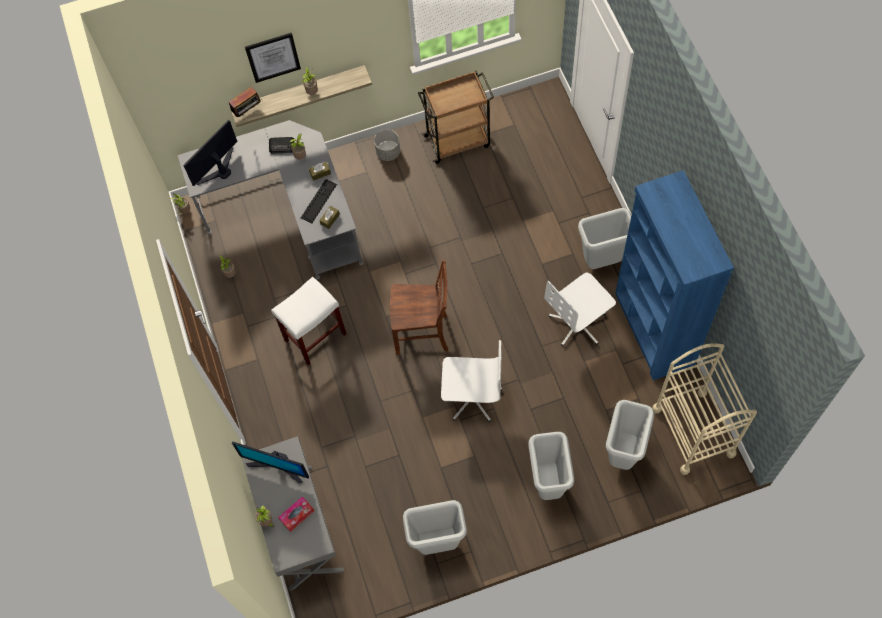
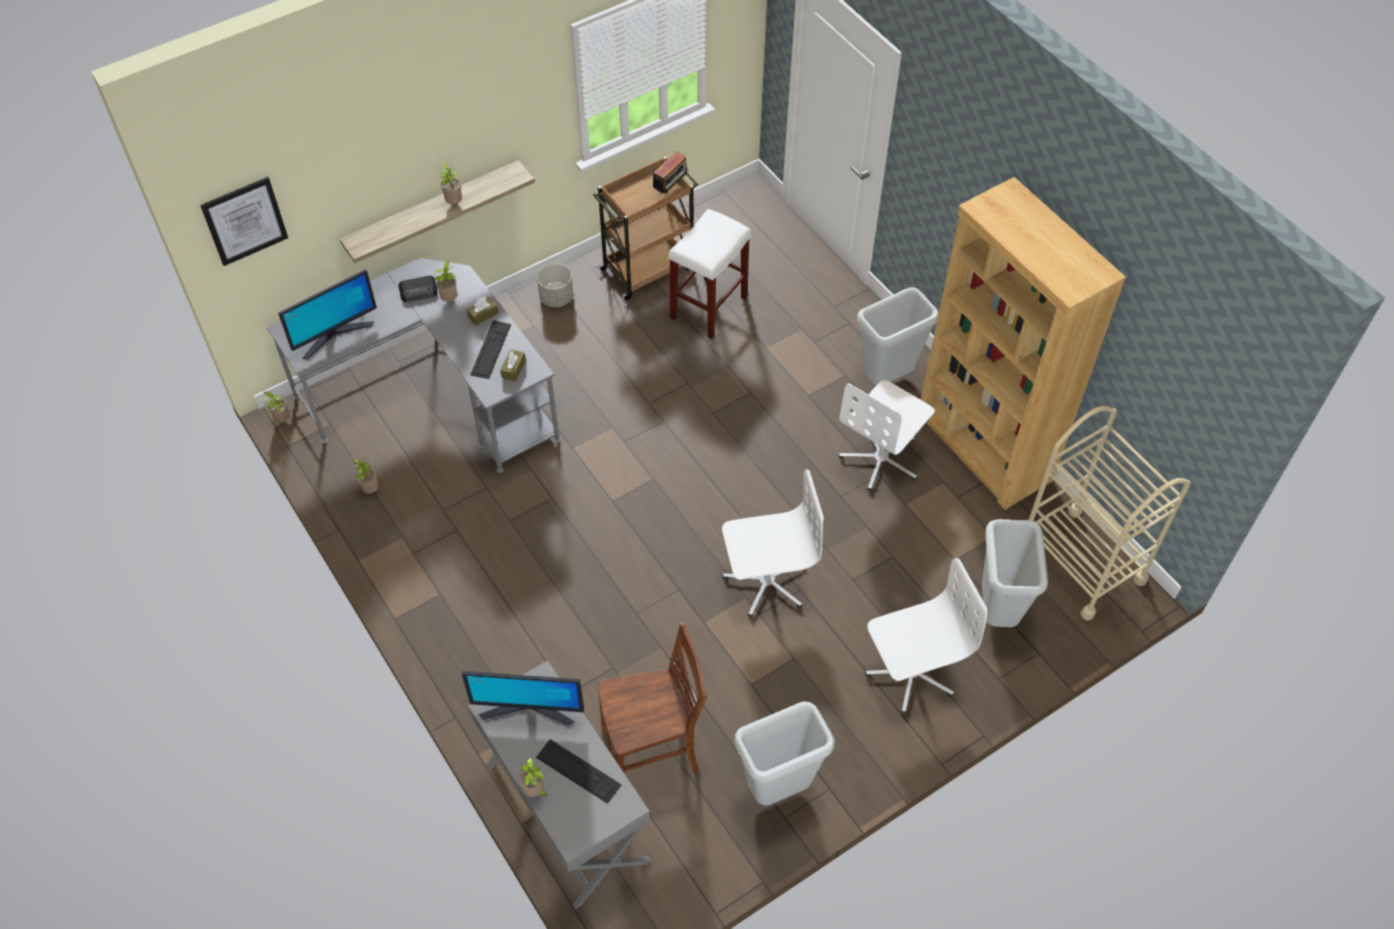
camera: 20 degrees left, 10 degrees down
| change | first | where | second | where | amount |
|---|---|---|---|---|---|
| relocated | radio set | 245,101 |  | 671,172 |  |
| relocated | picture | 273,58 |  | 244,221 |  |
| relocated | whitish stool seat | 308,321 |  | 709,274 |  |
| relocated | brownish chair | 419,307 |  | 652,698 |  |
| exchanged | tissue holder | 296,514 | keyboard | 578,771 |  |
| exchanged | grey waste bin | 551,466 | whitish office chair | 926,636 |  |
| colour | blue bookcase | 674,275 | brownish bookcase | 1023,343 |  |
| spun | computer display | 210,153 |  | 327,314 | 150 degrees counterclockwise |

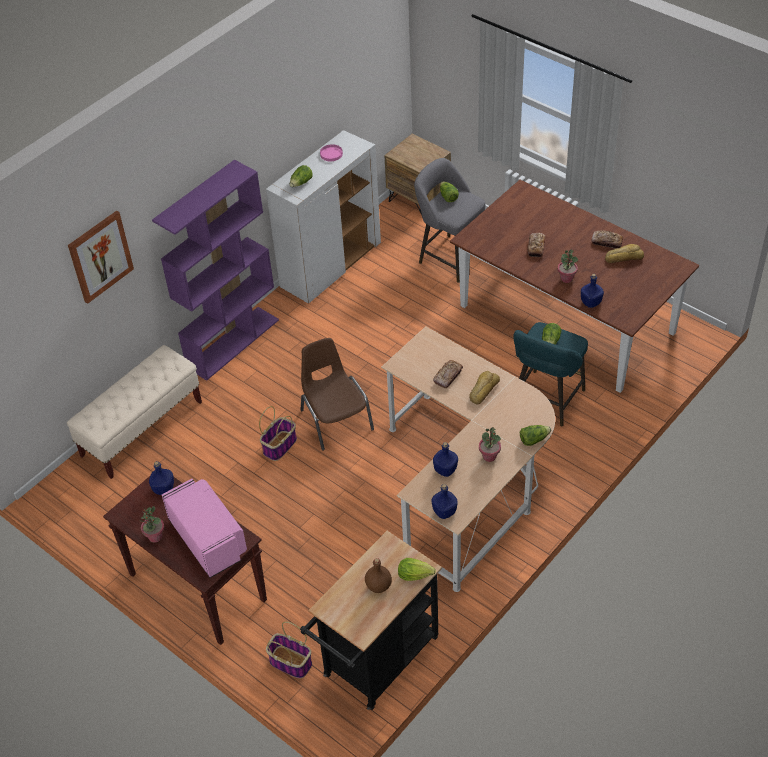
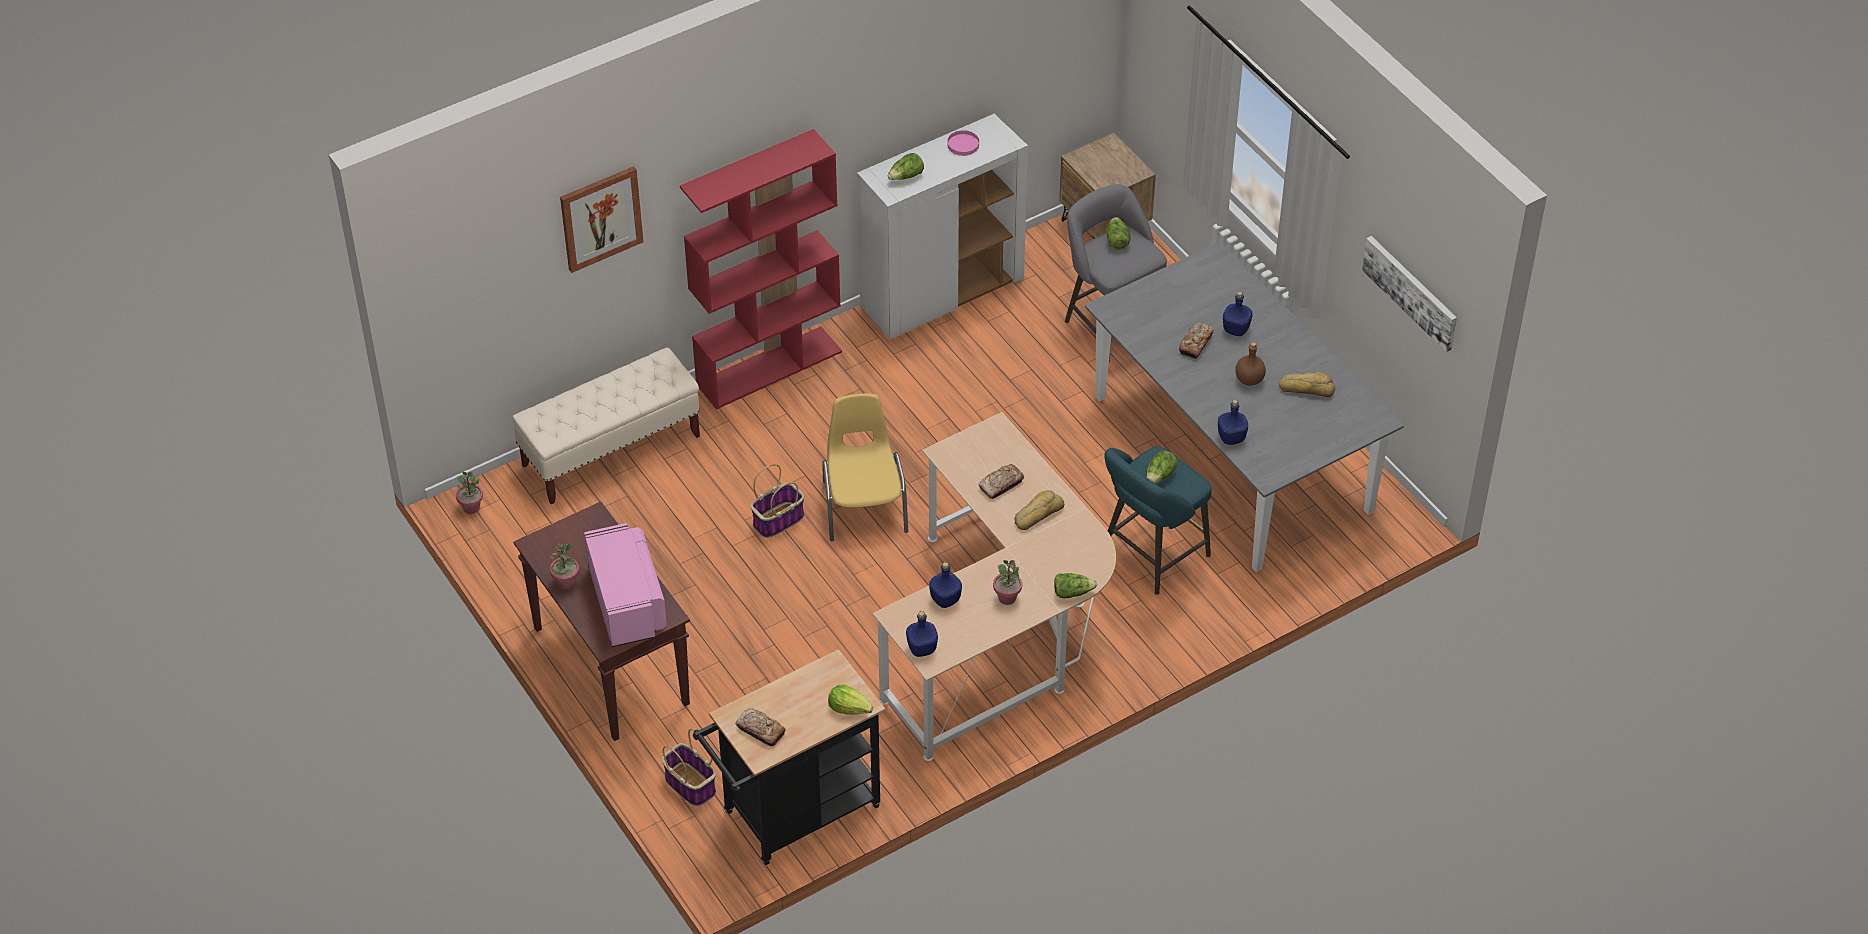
camera: 15 degrees right, 0 degrees up
| change | first | where | second | where | amount |
|---|---|---|---|---|---|
| appeared |  |  | picture | 1409,294 |  |
| relocated | blue drink bottle | 161,478 |  | 1238,313 |  |
| relocated | brownish drink bottle | 378,575 |  | 1250,364 |  |
| relocated | houseplant | 568,266 |  | 469,493 |  |
| relocated | baked bread | 607,239 |  | 761,727 |  |
| colour | purplish bookcase | 215,270 | red bookcase | 761,269 |  |
| colour | brownish chair | 337,394 | yellow-coloured chair | 865,467 |  |
| colour | brownish dining table | 574,286 | grey dining table | 1244,407 |  |

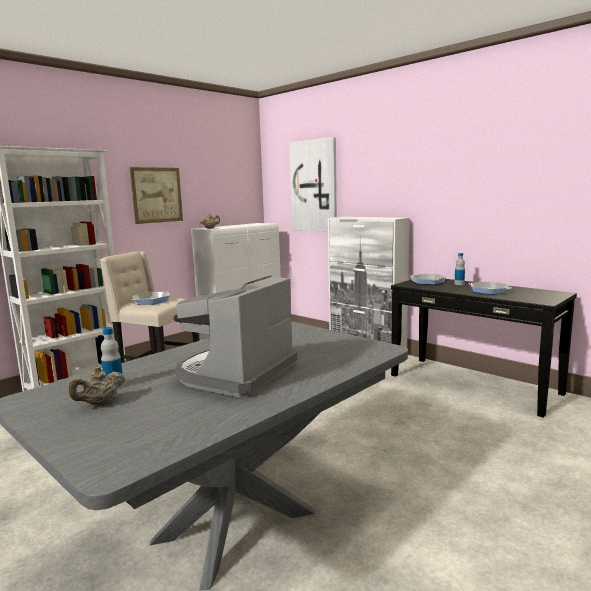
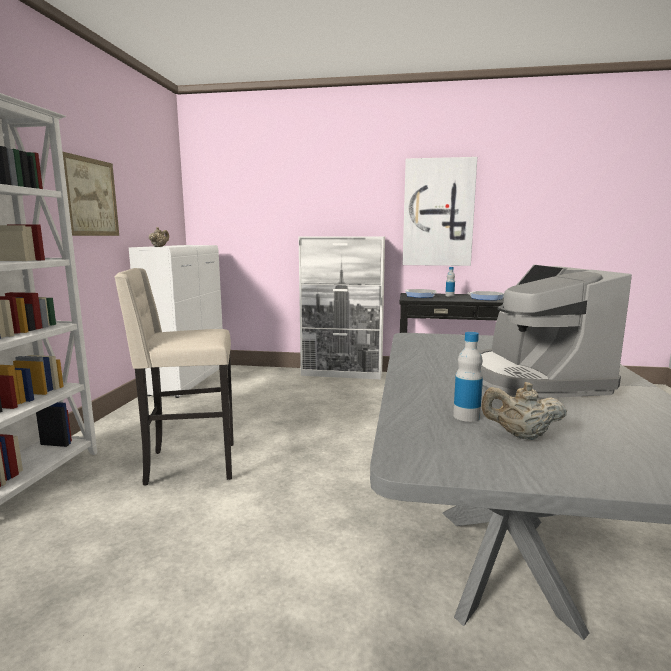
camera: 35 degrees left, 0 degrees up
| change | first | where | second | where | amount |
|---|---|---|---|---|---|
| missing | frying pan | 151,298 |  |  |  |
| relocated | picture | 313,184 |  | 439,211 |  |
| spun | sand-coloured pot for tea | 97,386 |  | 524,411 | 90 degrees clockwise |

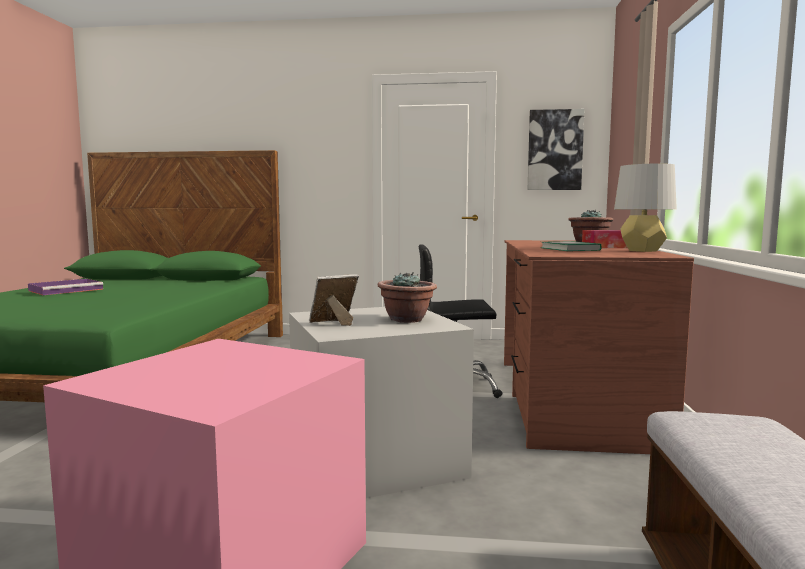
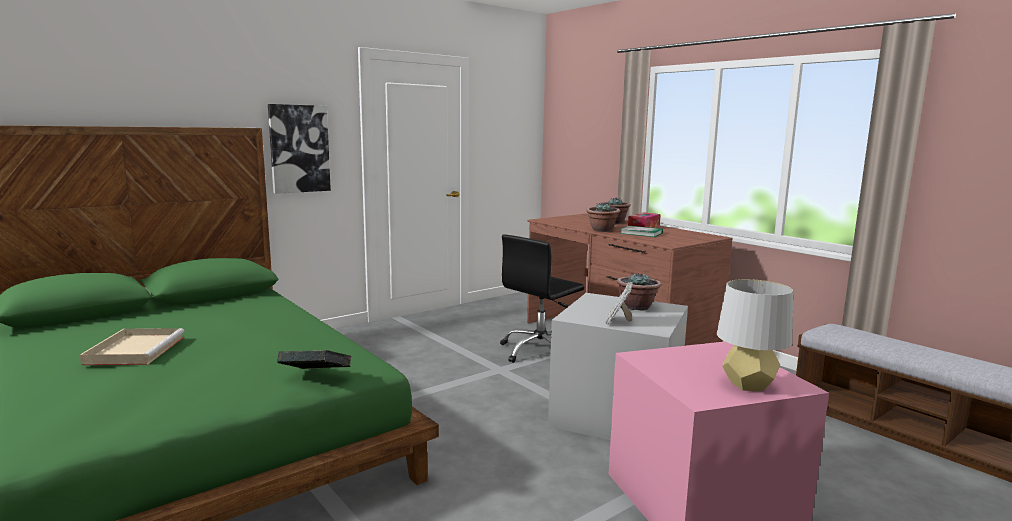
camera: 45 degrees left, 5 degrees up
| change | first | where | second | where | amount |
|---|---|---|---|---|---|
| appeared |  |  | book | 314,359 |  |
| appeared |  |  | houseplant | 603,217 |  |
| relocated | picture | 556,149 |  | 299,149 |  |
| relocated | grey tabletop lamp | 645,207 |  | 755,335 |  |
| colour | purplish carrying tray | 66,287 | sand-coloured carrying tray | 132,346 |  |

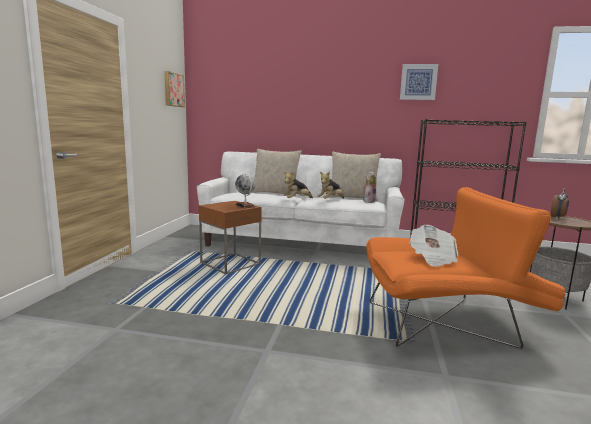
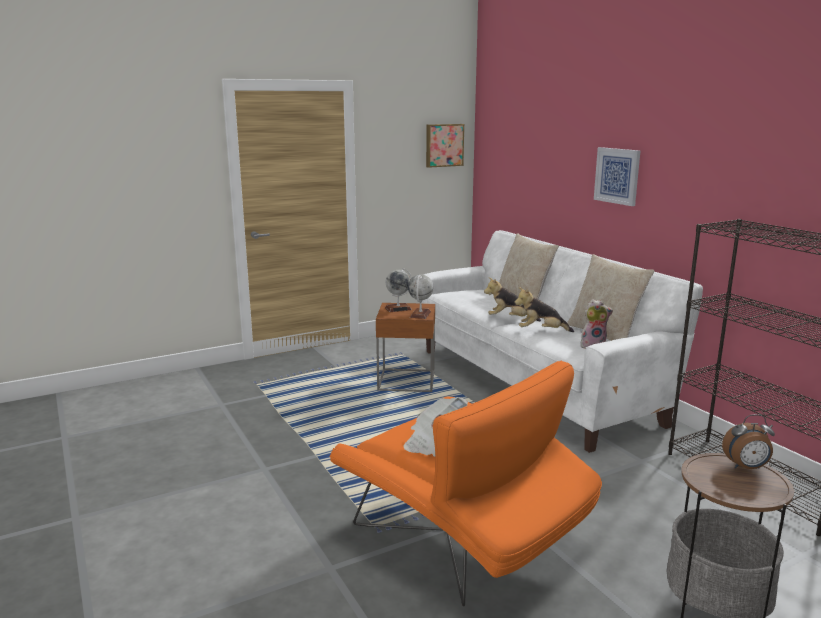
camera: 50 degrees right, 5 degrees up
| change | first | where | second | where | amount |
|---|---|---|---|---|---|
| appeared |  |  | globe | 398,290 |  |
| relocated | picture | 419,82 |  | 617,176 |  |

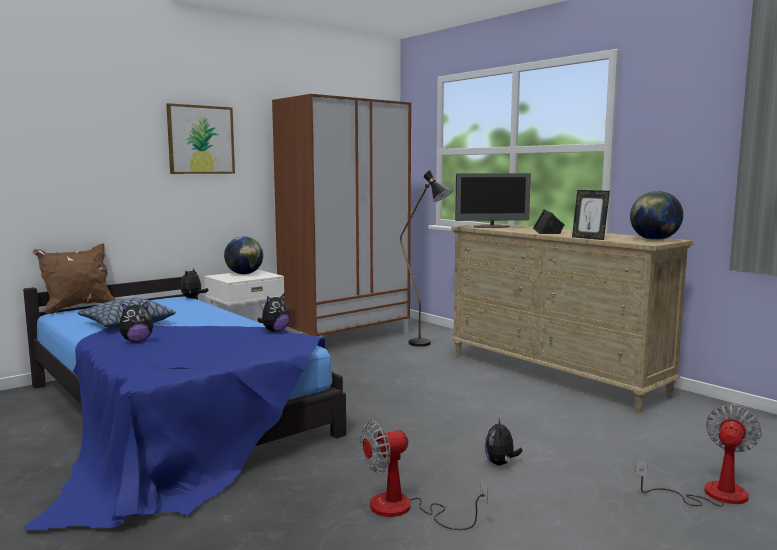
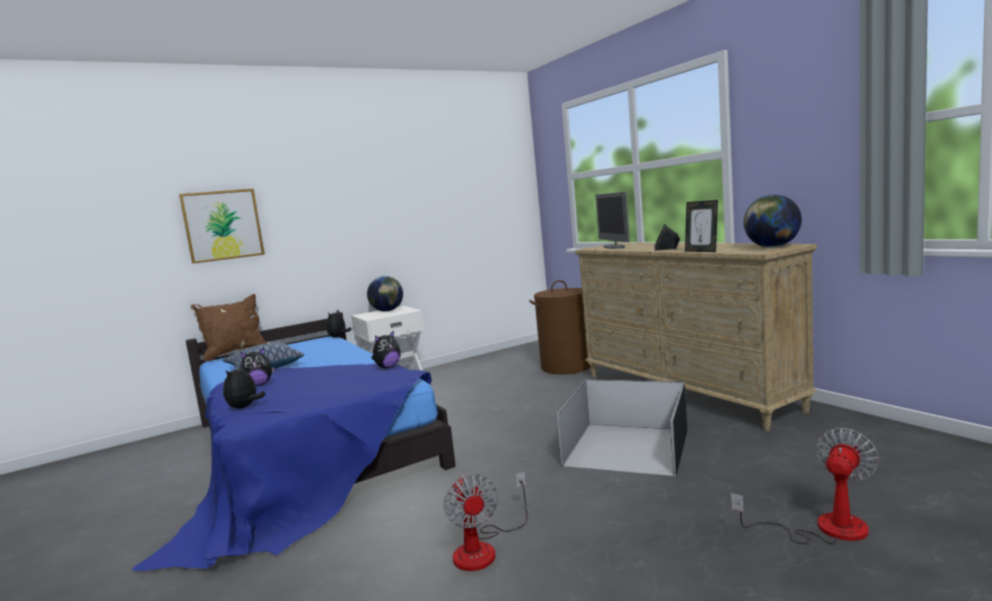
camera: 10 degrees right, 0 degrees up
| change | first | where | second | where | amount |
|---|---|---|---|---|---|
| missing | brownish clothes cupboard | 342,215 |  |  |  |
| appeared |  |  | blackish storage bin | 621,428 |  |
| relocated | picture | 200,138 |  | 222,226 |  |
| relocated | cuddly toy | 503,441 |  | 244,386 |  |
| exchanged | blackish standing lamp | 426,258 | brownish hamper | 559,327 |  |
| spun | fan | 424,475 |  | 485,521 | 90 degrees counterclockwise |
| spun | computer display | 493,200 |  | 612,220 | 75 degrees clockwise |

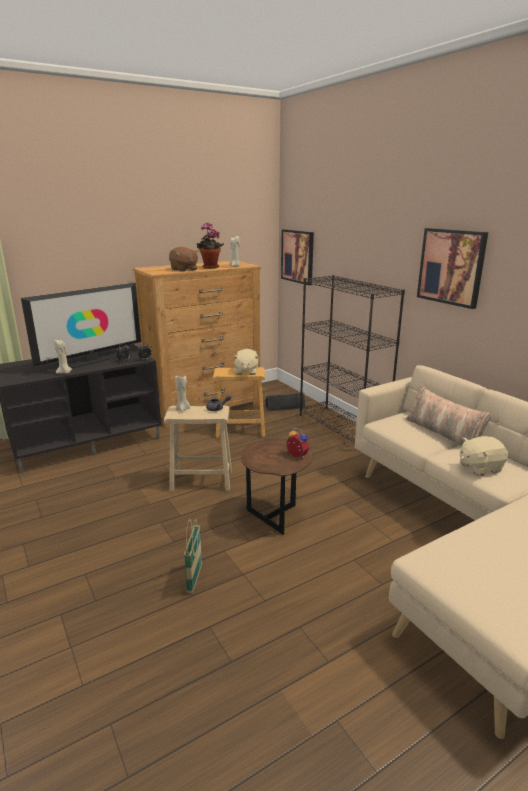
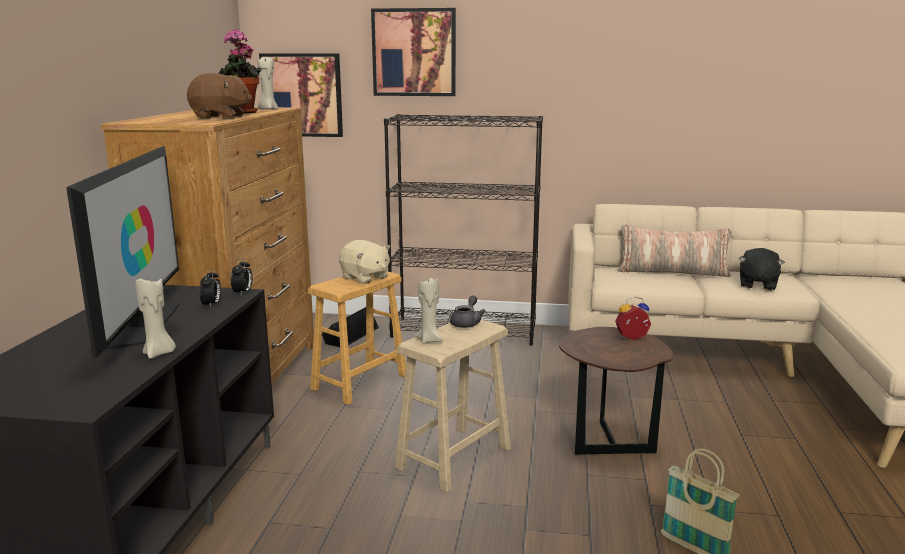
camera: 50 degrees left, 5 degrees down
| change | first | where | second | where | amount |
|---|---|---|---|---|---|
| relocated | picture | 452,268 |  | 413,52 |  |
| colour | sand-coloured cuddly toy | 484,456 | blackish cuddly toy | 762,269 |  |

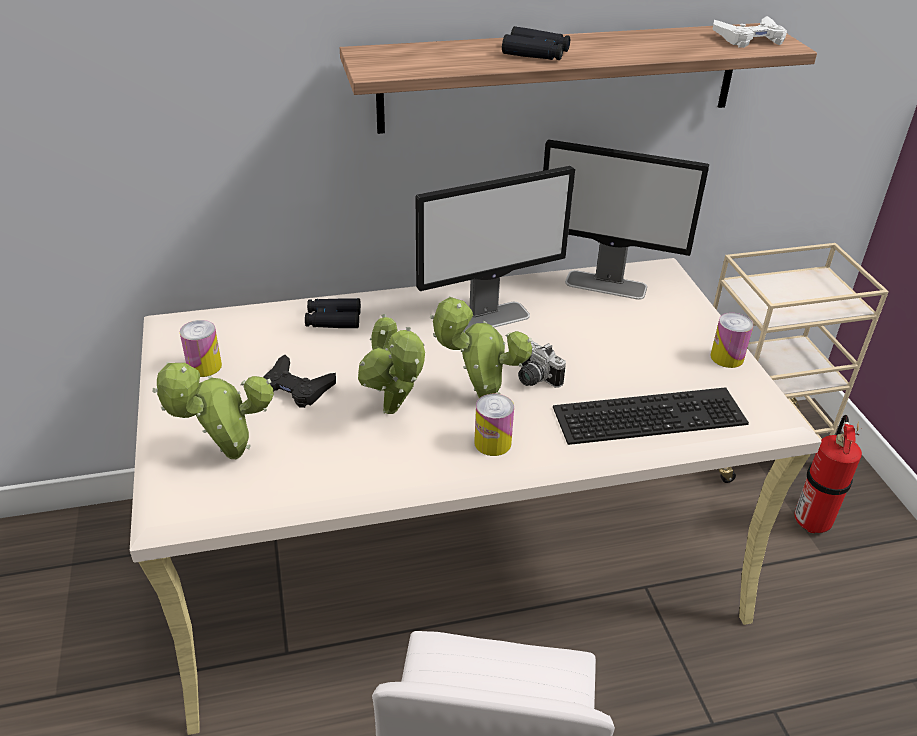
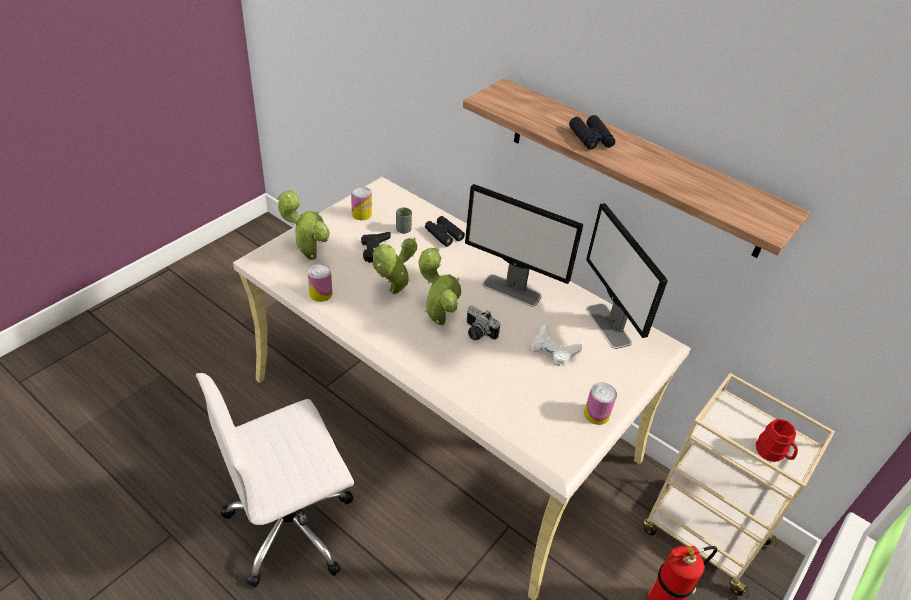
camera: 50 degrees right, 5 degrees up
| change | first | where | second | where | amount |
|---|---|---|---|---|---|
| missing | keyboard | 651,416 |  |  |  |
| appeared |  |  | grey drinking cup | 404,221 |  |
| appeared |  |  | red coffee mug | 777,440 |  |
| relocated | metal can | 494,425 |  | 320,283 |  |
| relocated | whitish joypad | 749,32 |  | 556,345 |  |
| spun | photo camera | 542,364 |  | 483,323 | 60 degrees counterclockwise |

